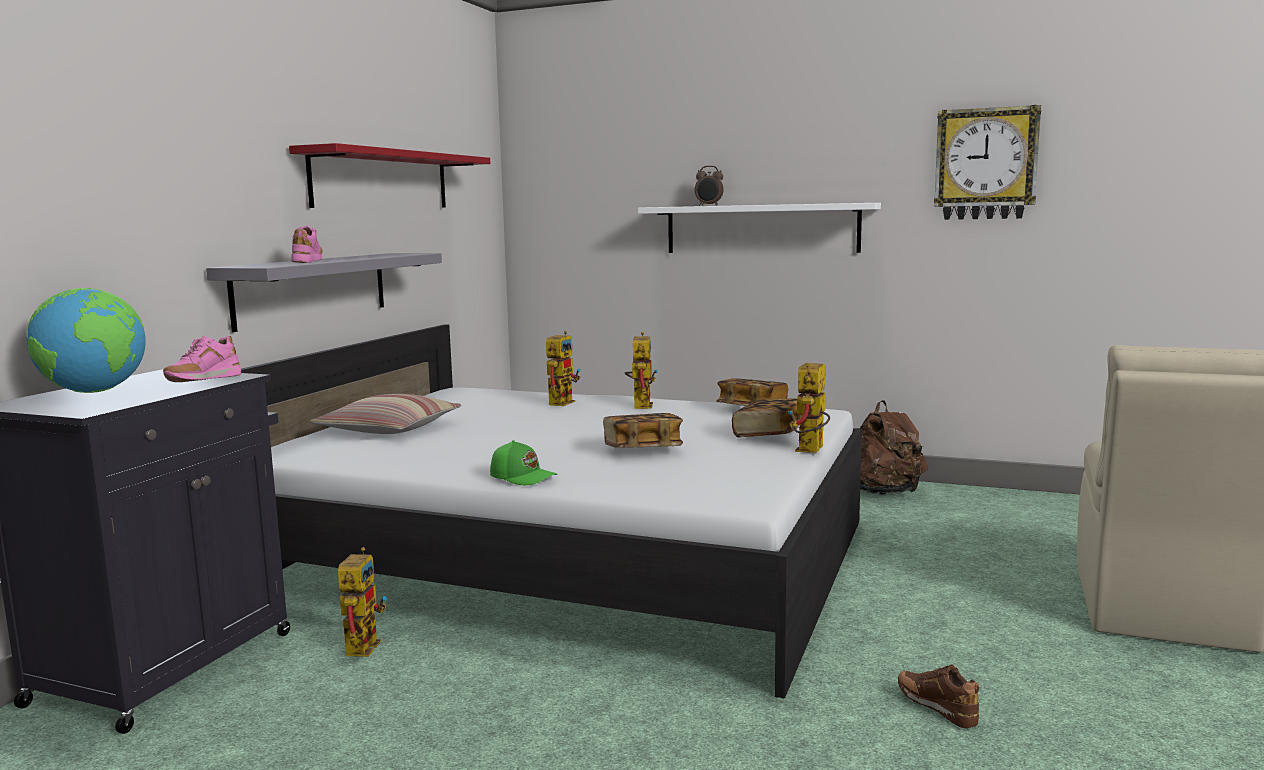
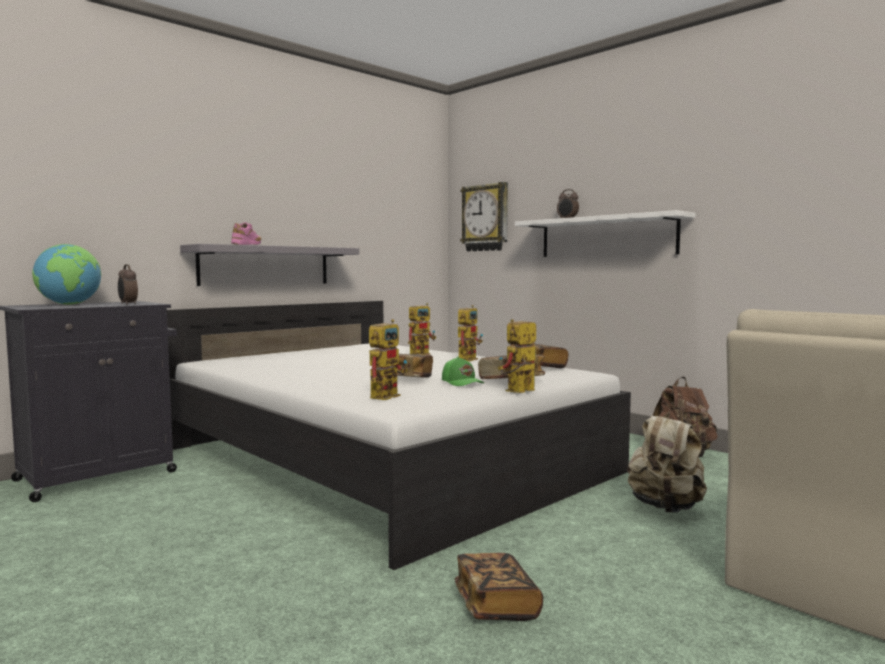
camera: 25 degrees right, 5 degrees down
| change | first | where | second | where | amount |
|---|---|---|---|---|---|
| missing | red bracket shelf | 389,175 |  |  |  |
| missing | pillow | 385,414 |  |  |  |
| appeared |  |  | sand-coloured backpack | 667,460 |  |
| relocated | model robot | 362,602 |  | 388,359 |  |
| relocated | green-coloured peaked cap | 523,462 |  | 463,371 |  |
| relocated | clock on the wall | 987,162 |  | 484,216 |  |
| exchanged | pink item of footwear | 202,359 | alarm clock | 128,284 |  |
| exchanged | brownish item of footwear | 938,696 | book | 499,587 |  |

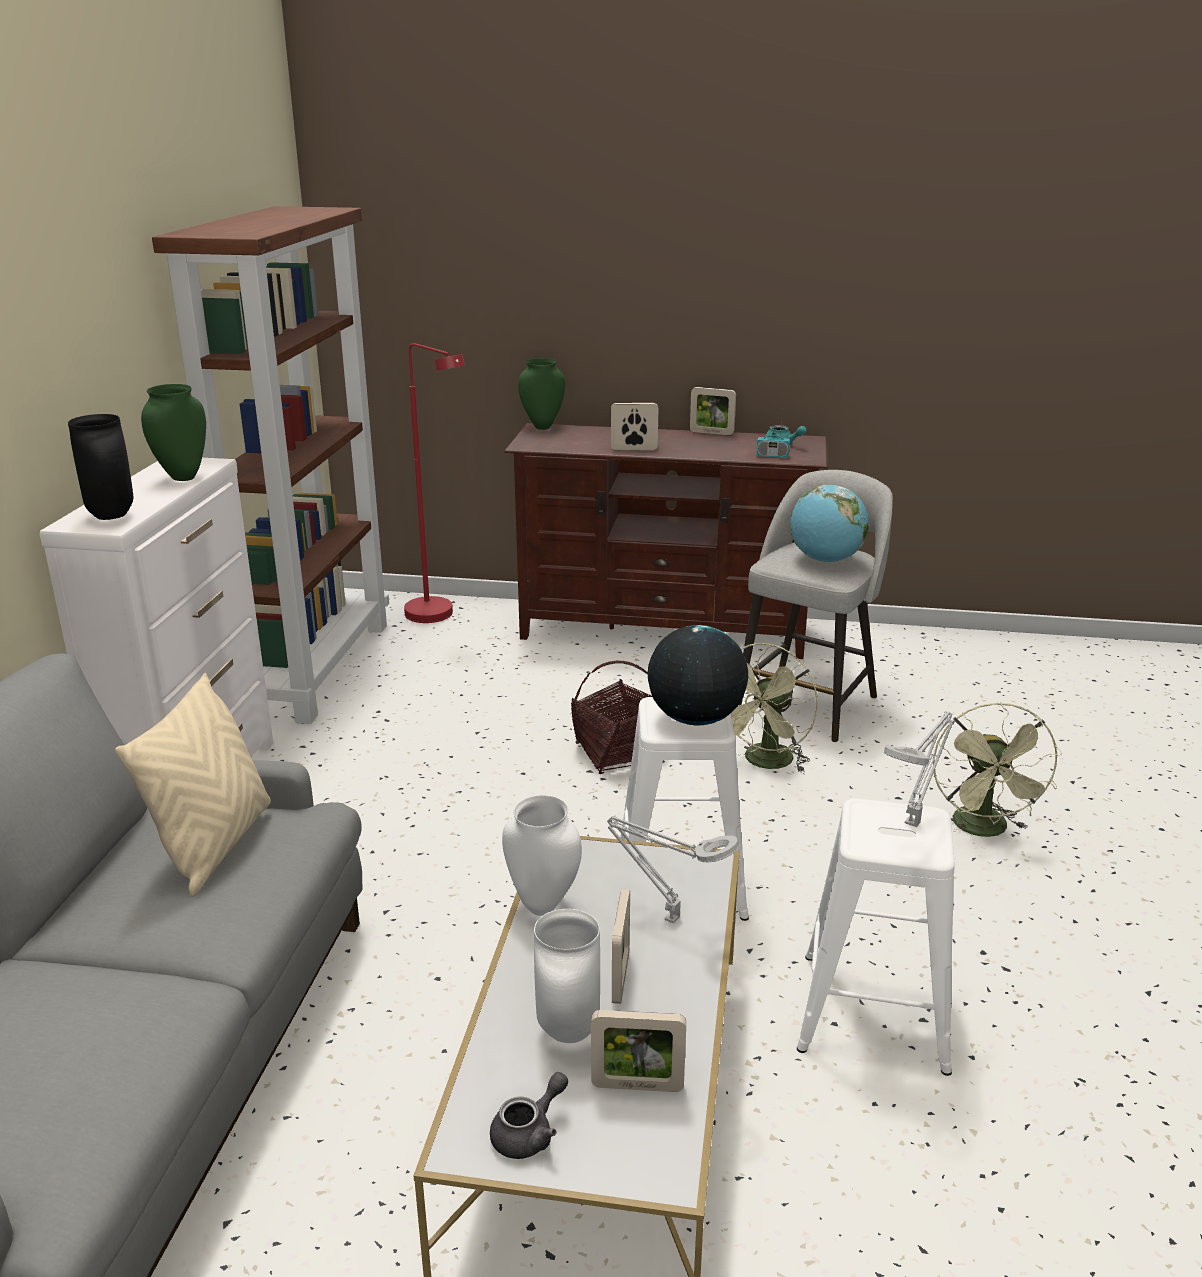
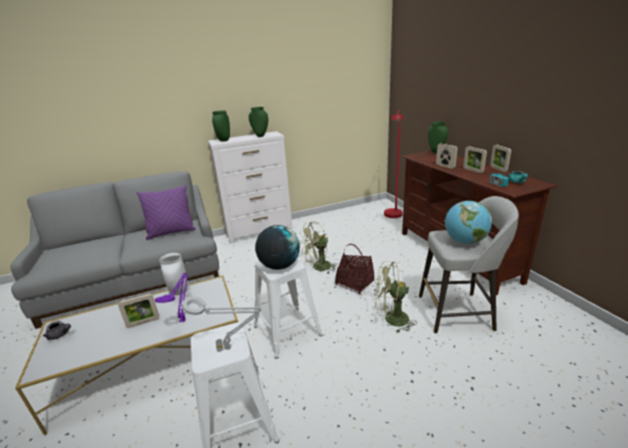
camera: 60 degrees right, 0 degrees up
| change | first | where | second | where | amount |
|---|---|---|---|---|---|
| missing | brownish bookcase | 270,465 |  |  |  |
| missing | whitish flower vase | 567,976 |  |  |  |
| relocated | standing frame | 638,1051 |  | 475,159 |  |
| relocated | green-coloured fan | 997,769 |  | 318,247 |  |
| colour | blackish flower vase | 100,467 | green-coloured flower vase | 221,126 |  |
| colour | sand-coloured pillow | 193,785 | purplish pillow | 166,212 |  |
| colour | grey tabletop lamp | 673,870 | purplish tabletop lamp | 171,297 |  |

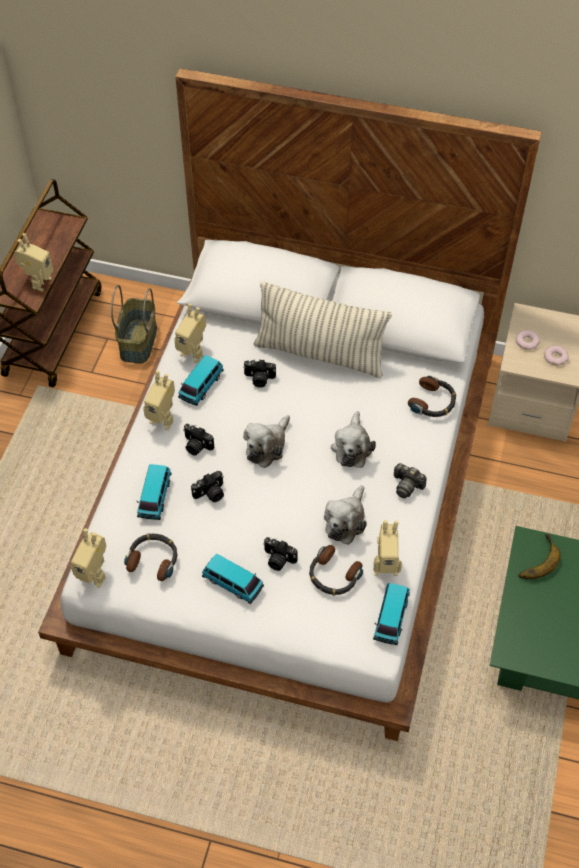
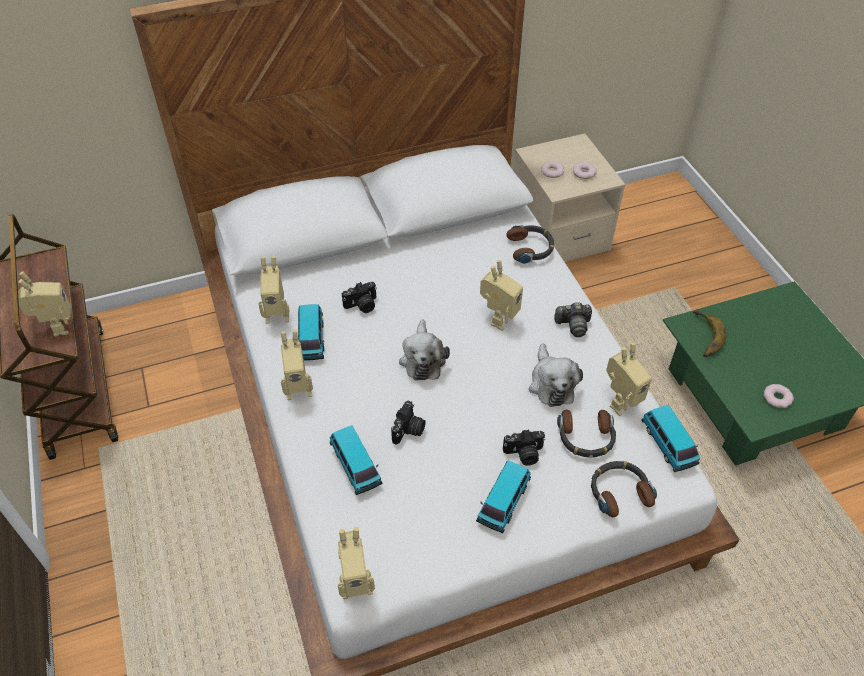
camera: 35 degrees left, 5 degrees down
| change | first | where | second | where | amount |
|---|---|---|---|---|---|
| missing | household basket | 134,324 |  |  |  |
| missing | photo camera | 198,439 |  |  |  |
| missing | pillow | 323,329 |  |  |  |
| appeared |  |  | doughnut | 779,396 |  |
| relocated | headset | 150,557 |  | 624,489 |  |
| exchanged | cuddly toy | 353,439 | model robot | 501,295 |  |
| spun | toy car | 233,578 |  | 503,496 | 120 degrees clockwise |

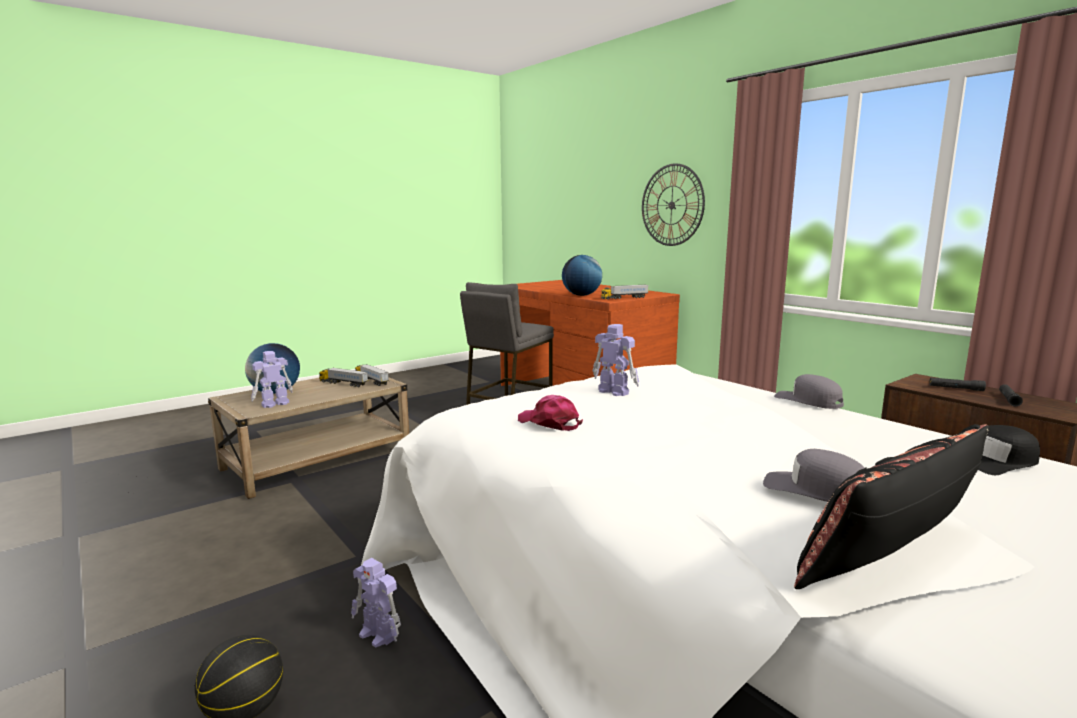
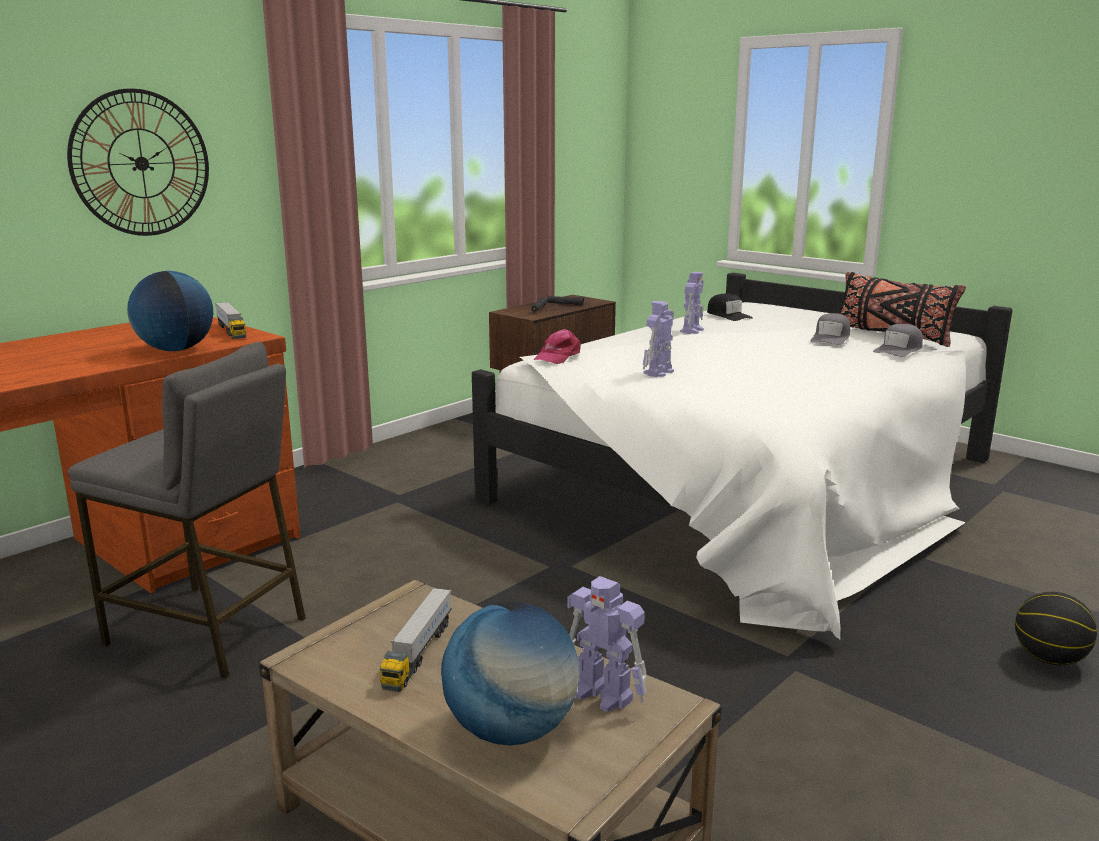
camera: 100 degrees left, 5 degrees up
| change | first | where | second | where | amount |
|---|---|---|---|---|---|
| missing | model truck | 372,375 |  |  |  |
| relocated | model robot | 376,603 |  | 692,303 |  |
| relocated | pink peaked cap | 550,413 |  | 557,346 |  |
| relocated | grey peaked cap | 809,391 |  | 898,340 |  |

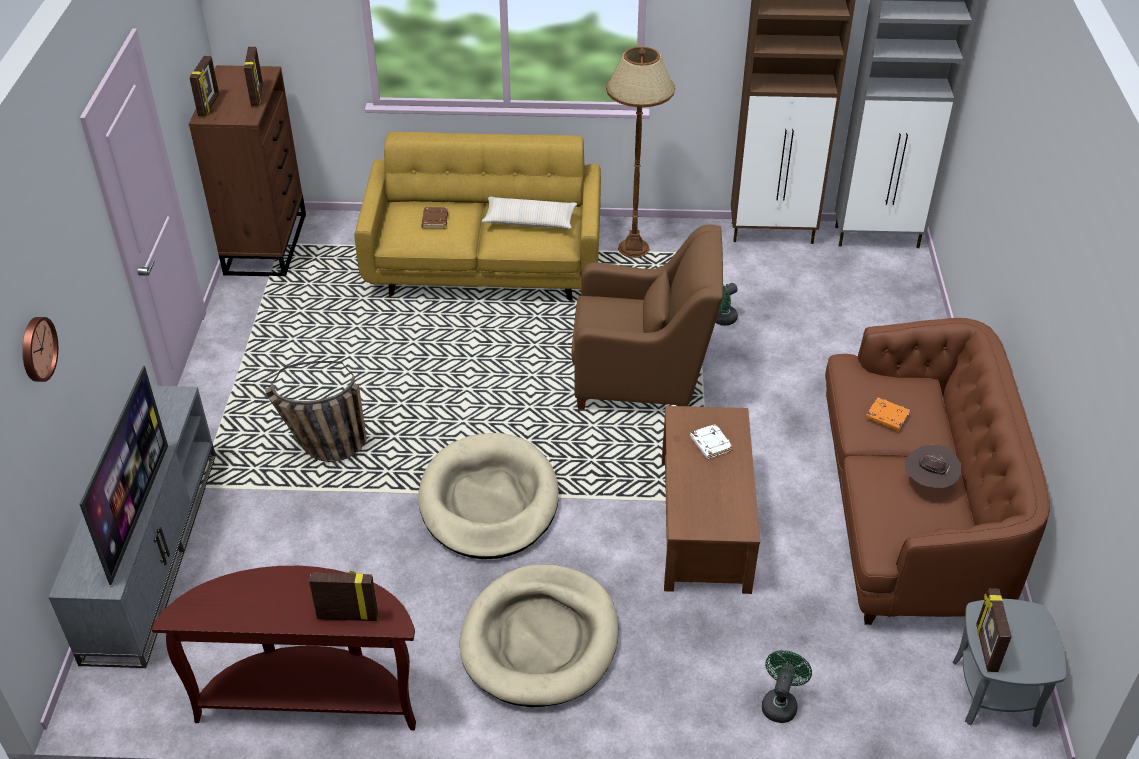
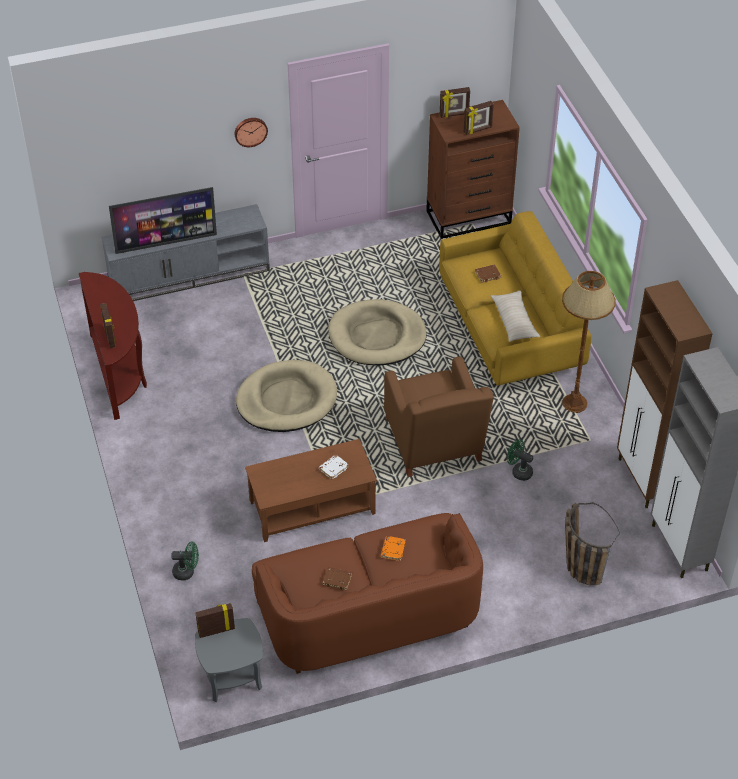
camera: 70 degrees right, 5 degrees up
| change | first | where | second | where | amount |
|---|---|---|---|---|---|
| relocated | clock on the wall | 40,349 |  | 251,132 |  |
| relocated | household basket | 316,411 |  | 592,544 |  |
| relocated | sand-coloured dog cushion | 539,635 |  | 377,332 |  |
| exchanged | brownish hat | 933,466 | brownish book | 337,578 |  |

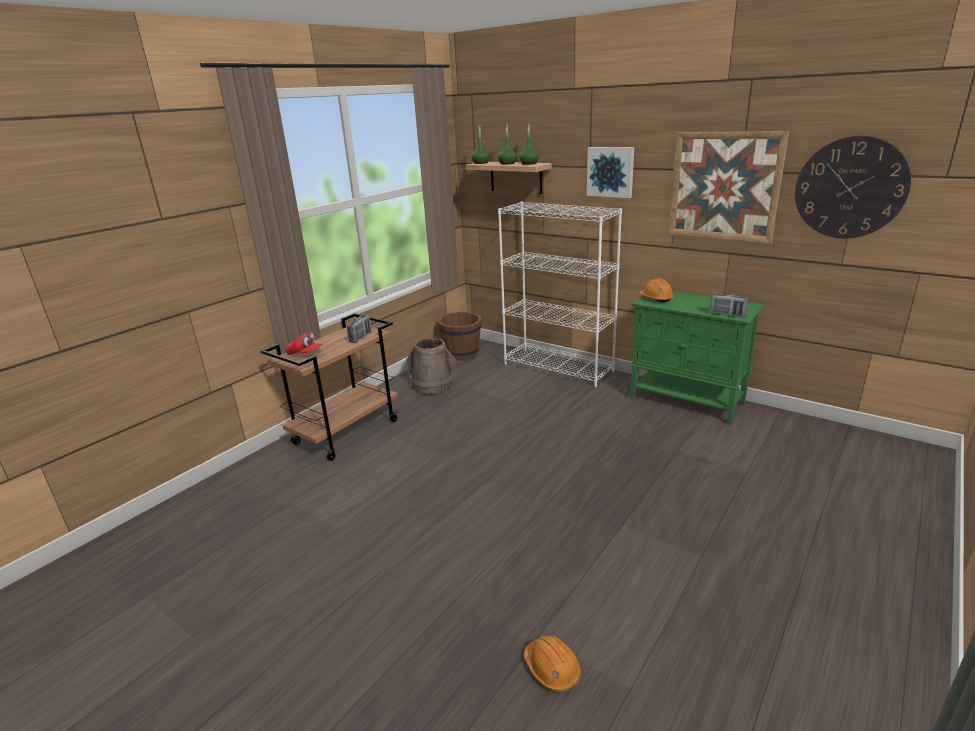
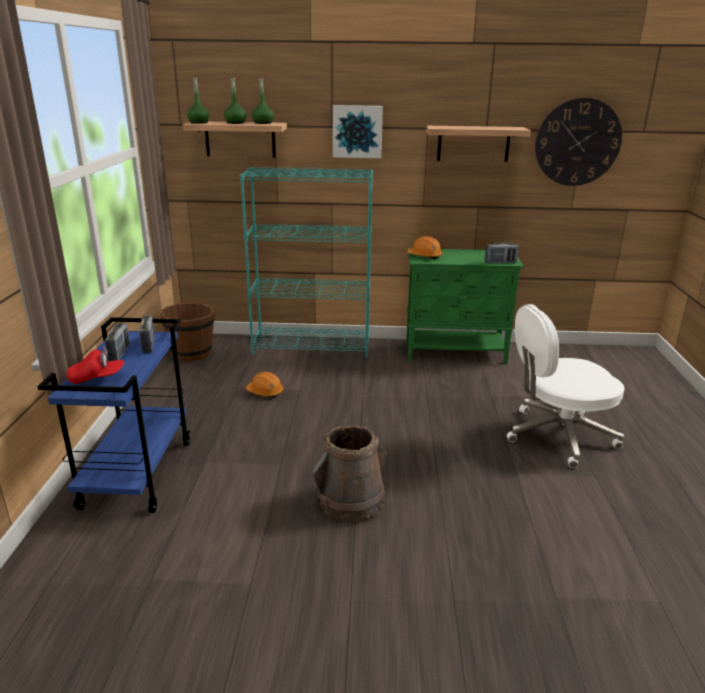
camera: 35 degrees left, 0 degrees up
| change | first | where | second | where | amount |
|---|---|---|---|---|---|
| appeared |  |  | radio set | 117,342 |  |
| appeared |  |  | whitish office chair | 566,386 |  |
| relocated | brownish bucket | 431,366 |  | 349,474 |  |
| relocated | orangey hard hat | 552,663 |  | 265,384 |  |
| exchanged | picture | 729,187 | bracket shelf | 478,144 |  |
| colour | brownish wheeled cart | 329,387 | blue wheeled cart | 113,415 |  |
| colour | whitish bookcase | 560,294 | turquoise bookcase | 306,262 |  |

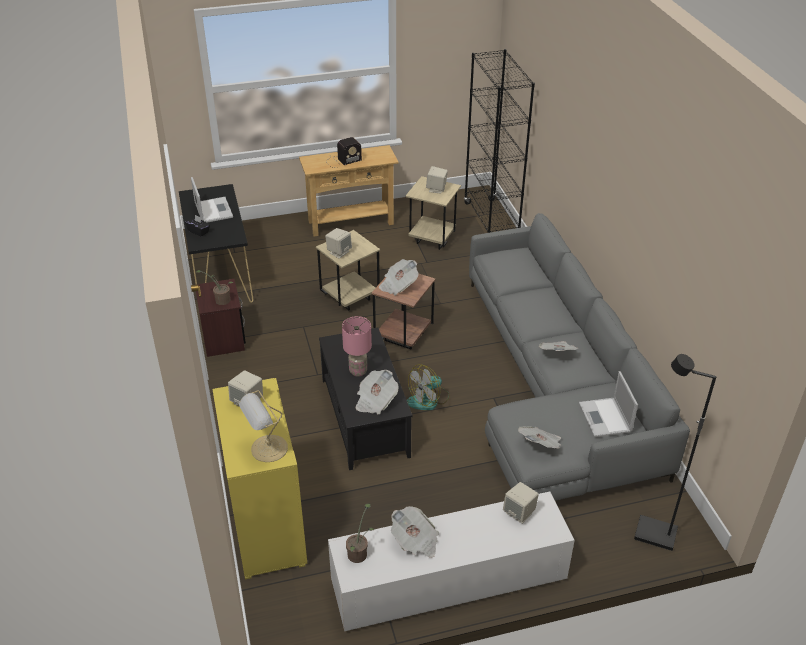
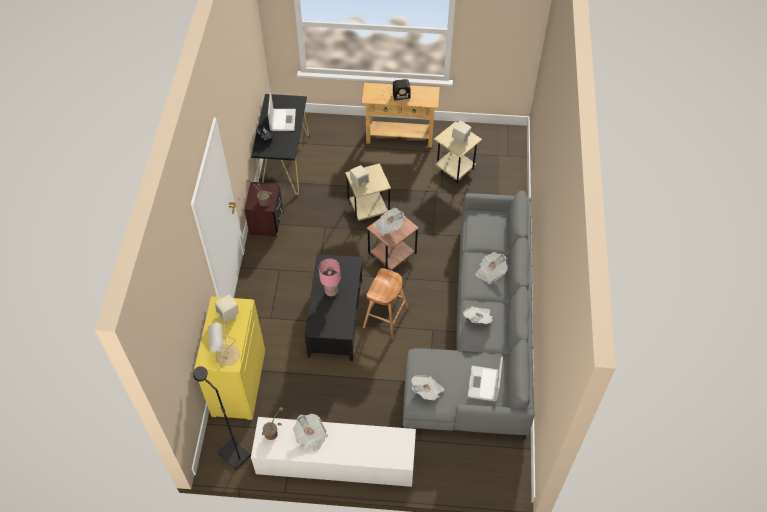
camera: 20 degrees right, 15 degrees up
| change | first | where | second | where | amount |
|---|---|---|---|---|---|
| missing | blackish bookcase | 499,141 |  |  |  |
| missing | sand-coloured speaker | 521,503 |  |  |  |
| relocated | newspaper | 376,392 |  | 491,268 |  |
| relocated | blackish standing lamp | 675,452 |  | 222,418 |  |
| exchanged | fan | 428,387 | brownish stool seat | 386,303 |  |

